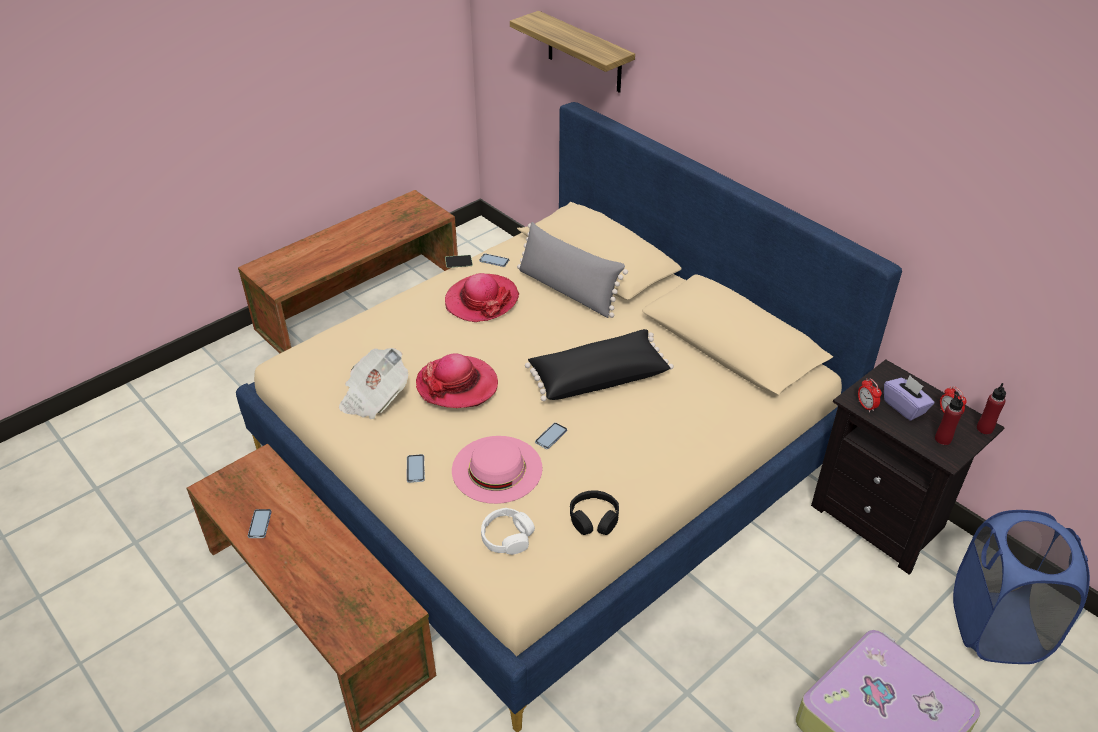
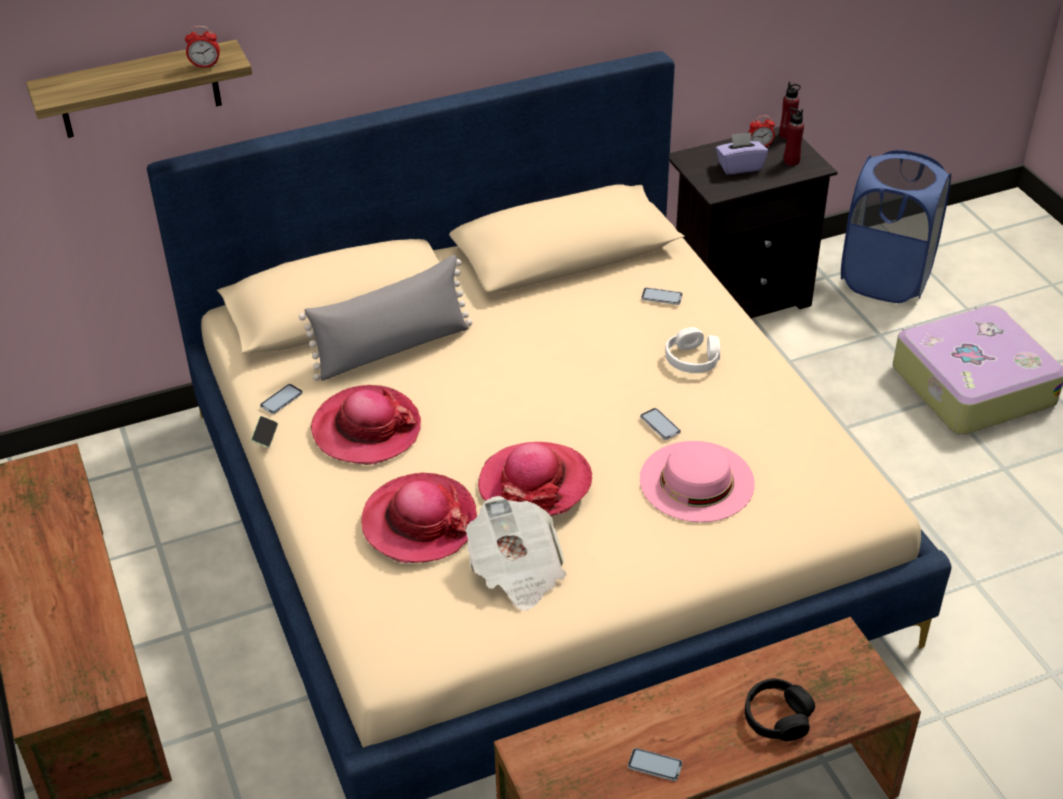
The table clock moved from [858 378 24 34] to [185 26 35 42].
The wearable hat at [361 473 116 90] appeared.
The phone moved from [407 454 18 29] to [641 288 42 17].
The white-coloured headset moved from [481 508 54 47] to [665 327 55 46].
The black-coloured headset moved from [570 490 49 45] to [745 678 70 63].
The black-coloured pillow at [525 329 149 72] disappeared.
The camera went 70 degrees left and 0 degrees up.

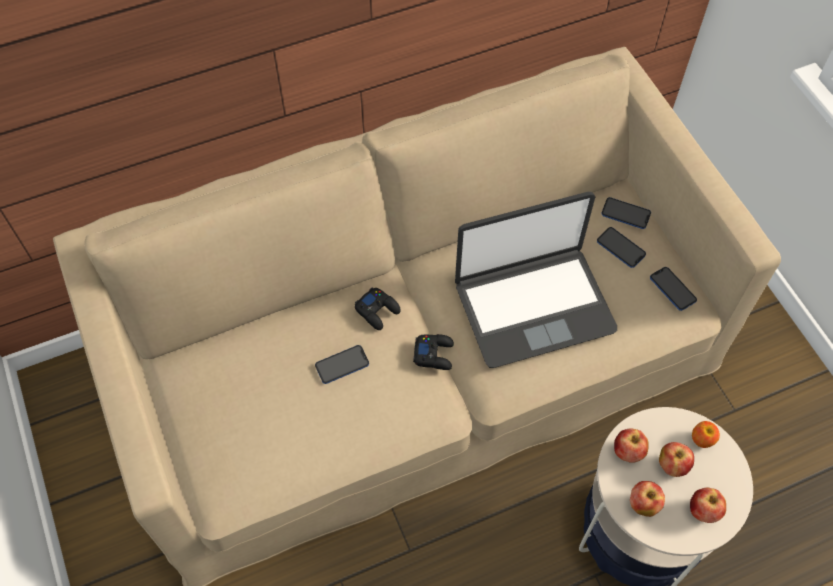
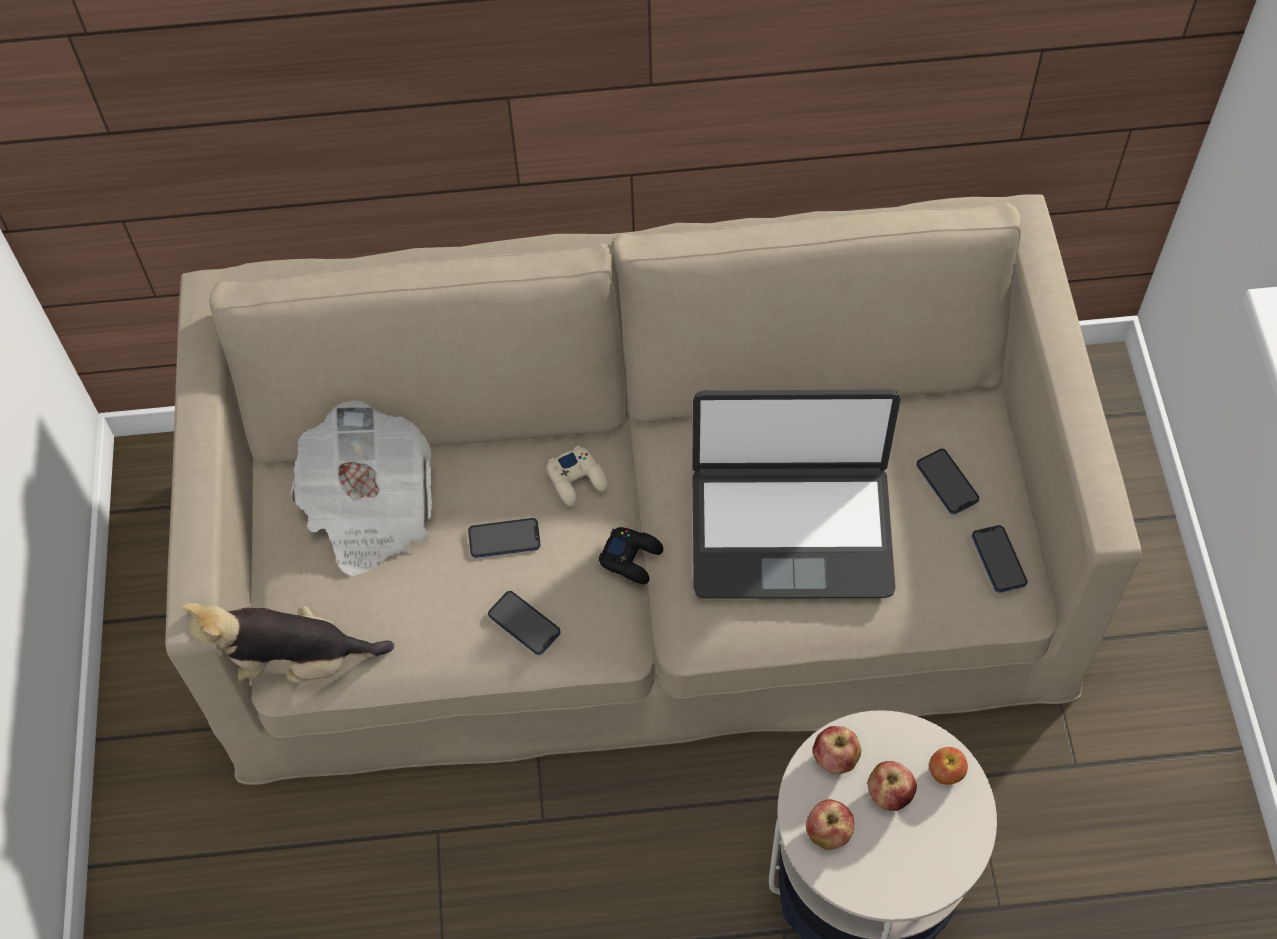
The soft toy at [182 603 212 80] appeared.
The newspaper at [291 400 141 176] appeared.
The phone moved from [601 197 50 32] to [488 591 73 64].
The black-coloured joypad at [355 287 46 43] became the beige joypad at [547 446 61 60].
The whole apple at [690 488 36 35] disappeared.
The camera went 20 degrees right and 0 degrees up.

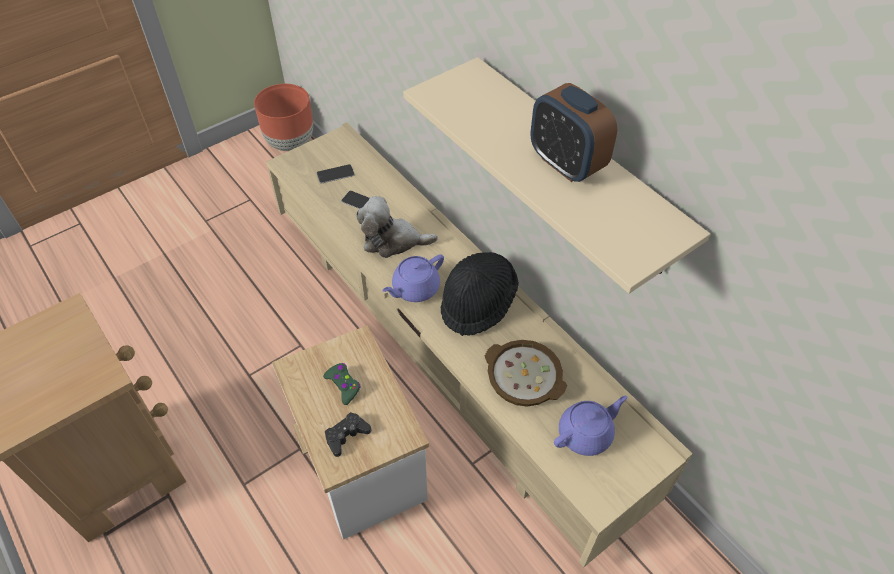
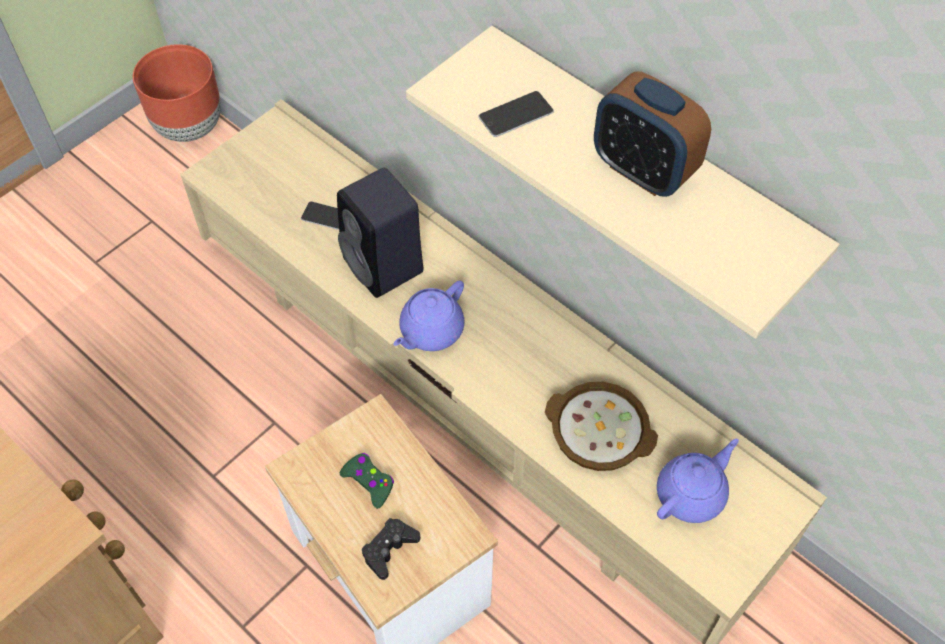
The soft toy at [356 196 82 62] was replaced by the black-coloured loudspeaker at [337 168 86 130].
The phone moved from [316 164 39 20] to [479 91 75 46].
The black-coloured wearable hat at [441 252 78 84] disappeared.
The camera went 10 degrees left and 5 degrees up.

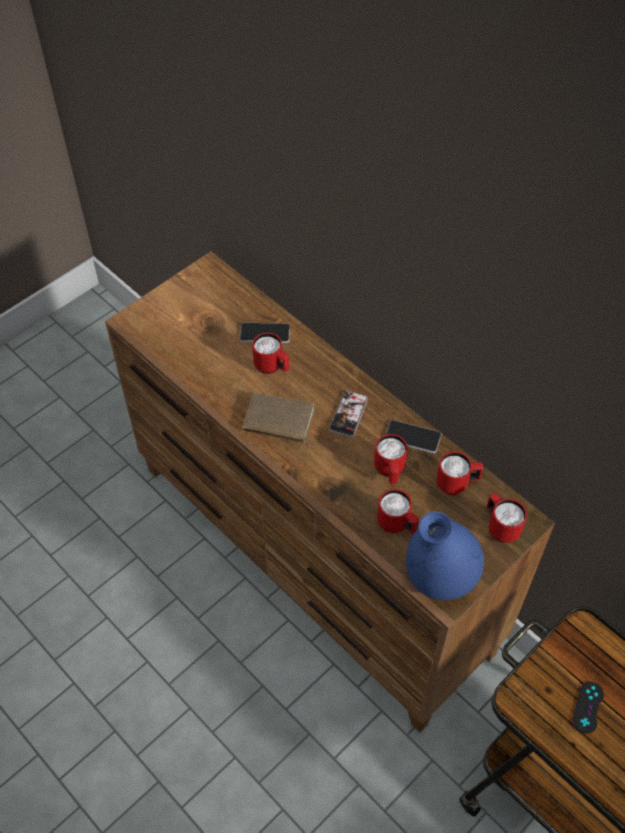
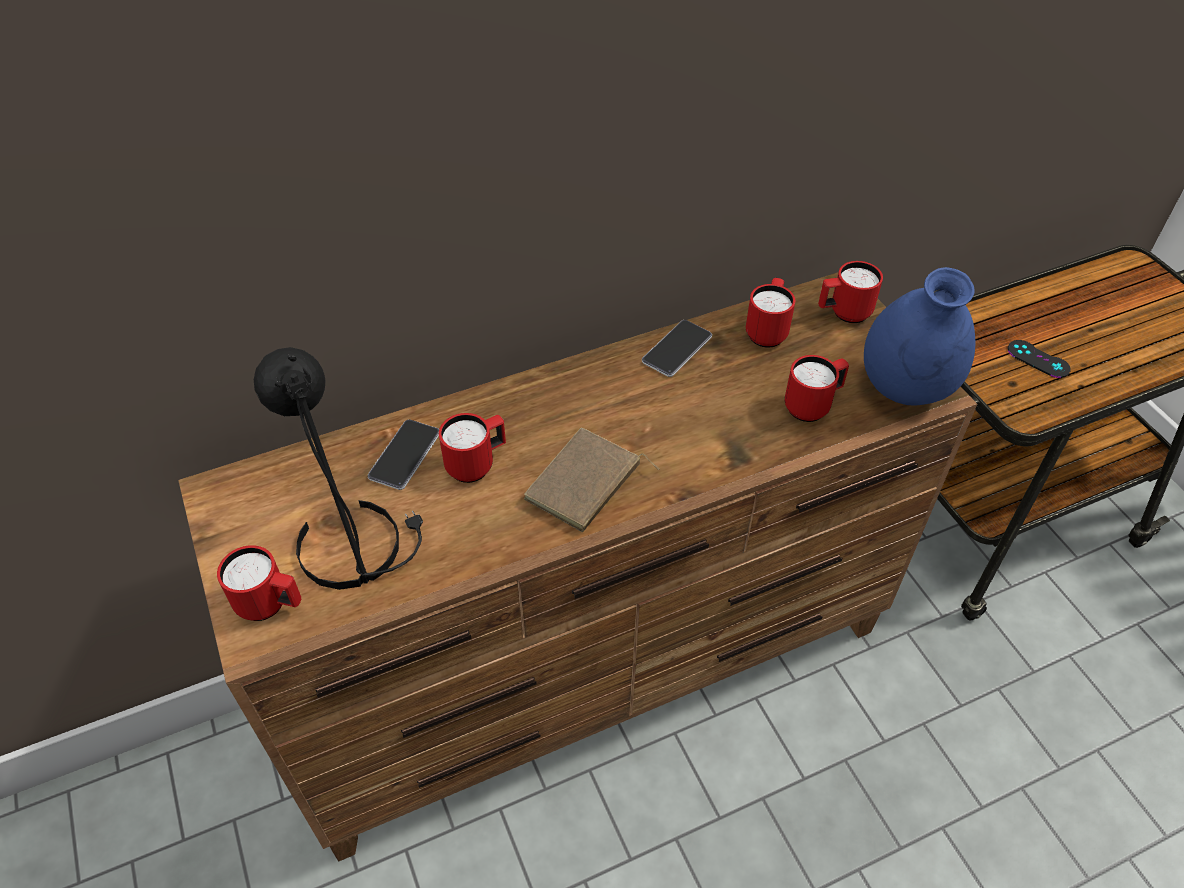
The red mug moved from [374 434 34 50] to [217 545 84 76].
The black-coloured tabletop lamp at [254 347 169 243] appeared.
The phone at [329 391 39 46] disappeared.
The camera went 70 degrees left and 5 degrees down.

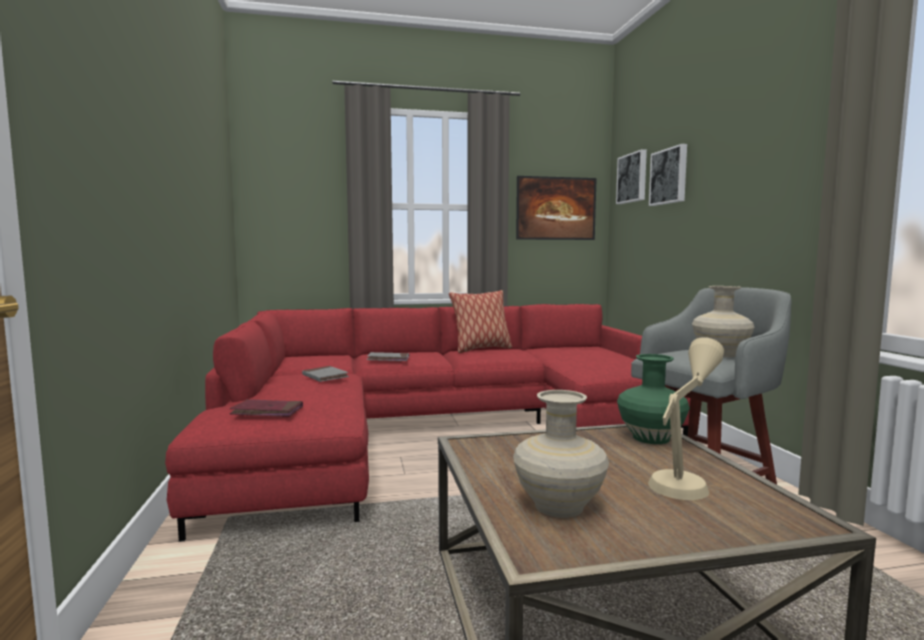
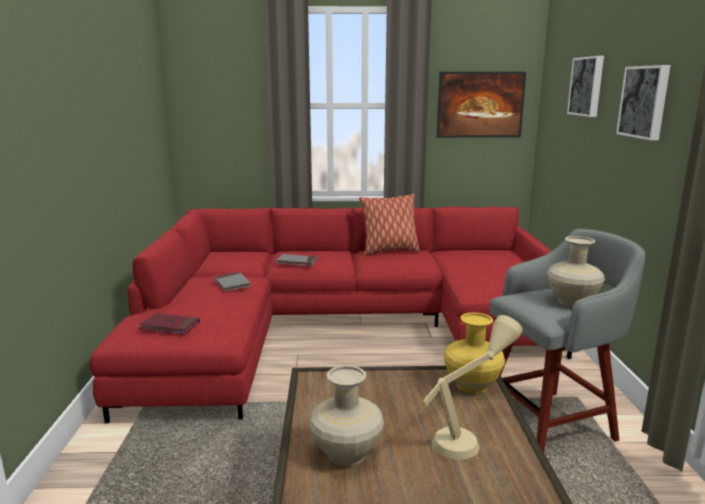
The greenish decorative vase at [617 354 73 90] became the yellow decorative vase at [444 312 61 82].
The picture moved from [616 149 31 55] to [616 65 54 75].
The camera went 10 degrees right and 10 degrees up.

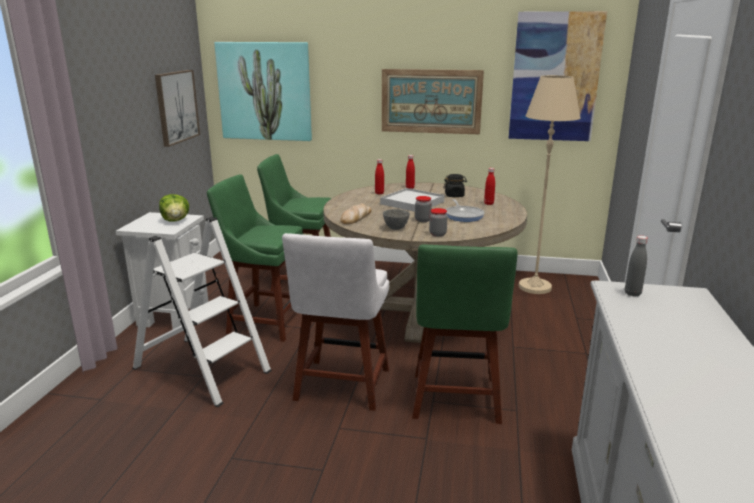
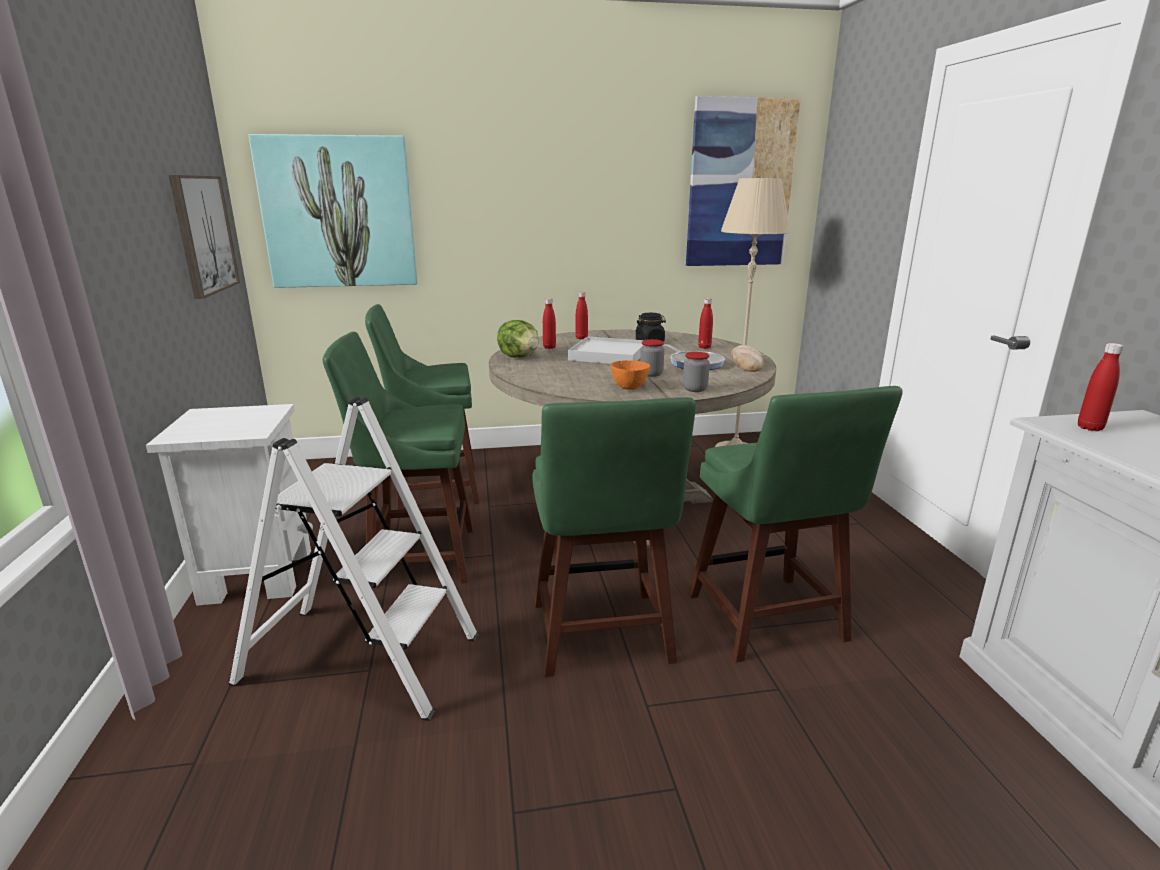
The head of lettuce moved from [159 194 30 28] to [497 320 42 38].
The white-coloured upright chair at [282 233 107 178] became the greenish upright chair at [533 397 163 280].
The grey bowl at [383 209 27 21] became the orangey bowl at [611 360 39 30].
The bakery bread moved from [340 203 31 21] to [731 345 33 27].
The grey bottle at [625 236 23 61] became the red bottle at [1078 343 46 88].
The picture at [382 69 102 65] disappeared.
The camera went 20 degrees left and 0 degrees up.

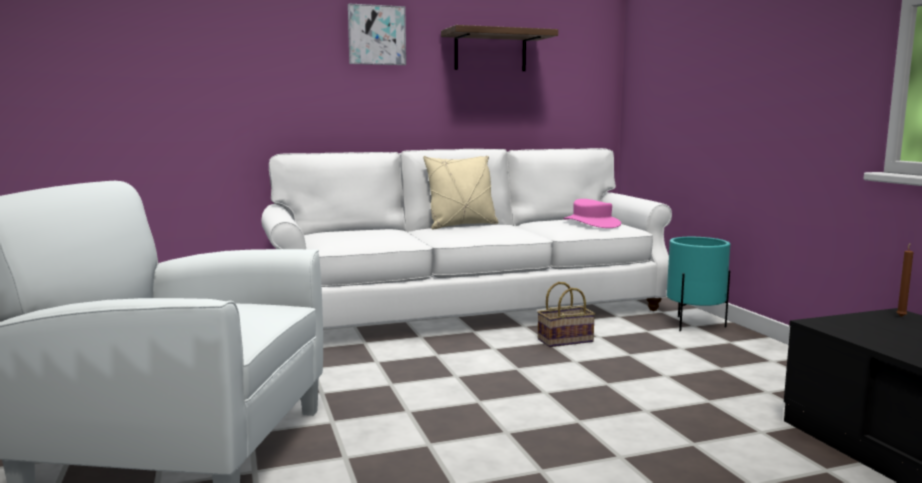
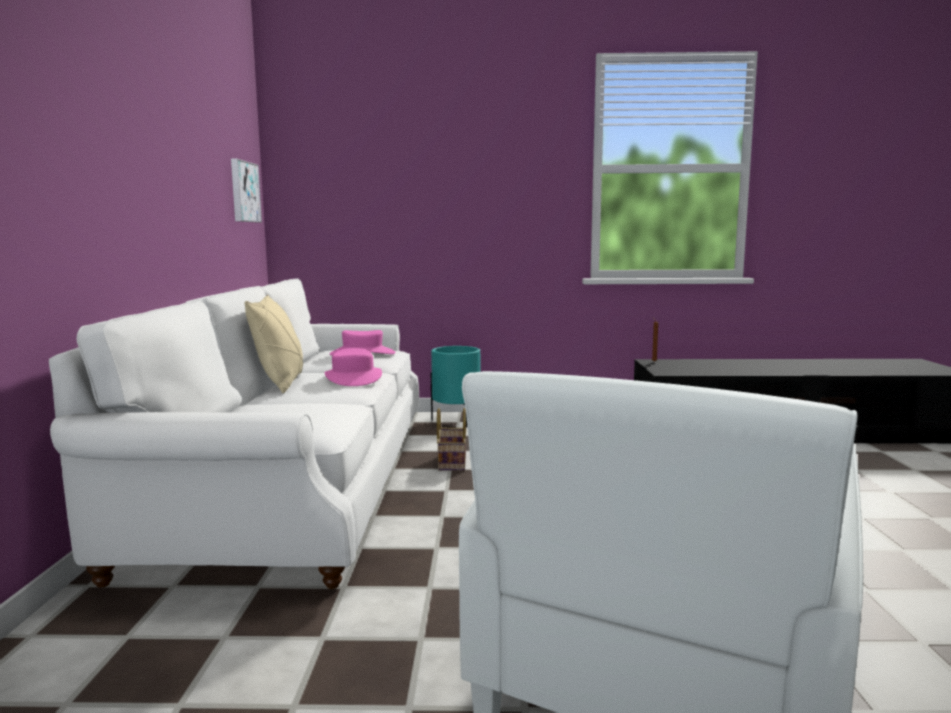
The picture moved from [348 4 58 61] to [231 158 31 64].
The pinkish wearable hat at [325 348 57 38] appeared.
The bracket shelf at [441 25 117 46] disappeared.
The camera went 70 degrees left and 0 degrees up.

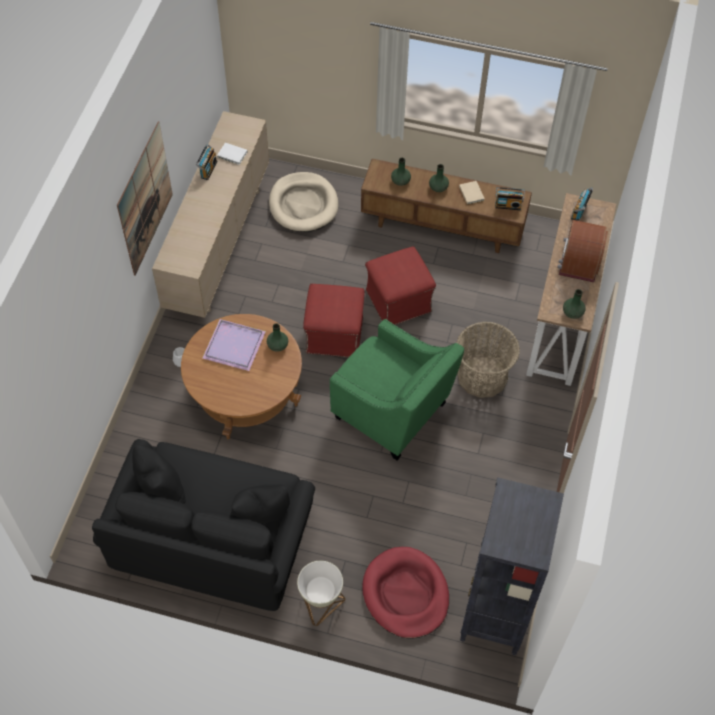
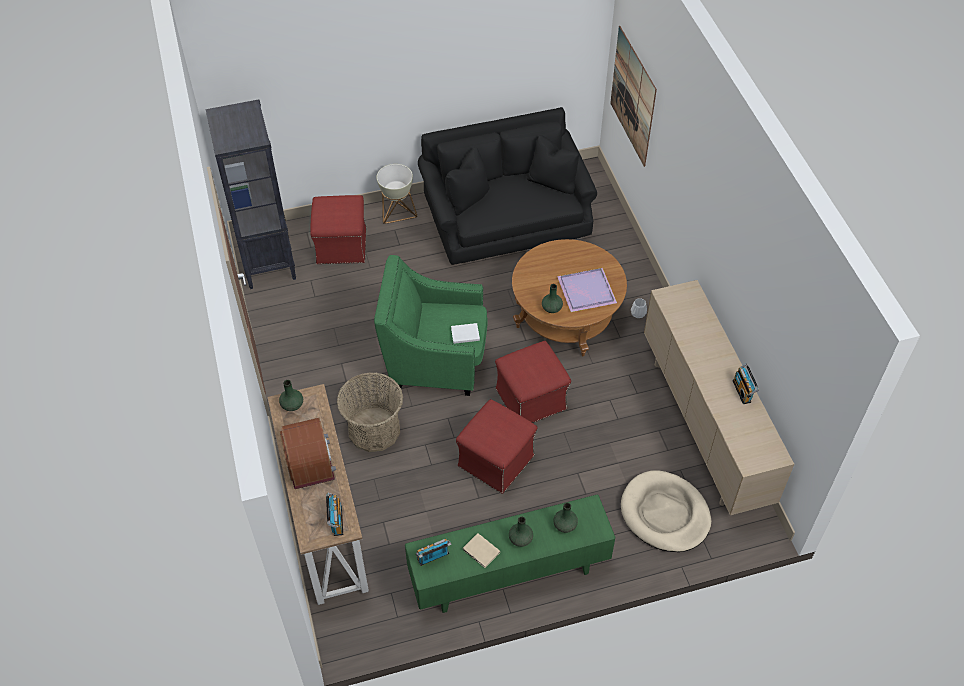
The red dog cushion at [362 547 87 92] was replaced by the red ottoman at [310 195 56 69].
The brownish media console at [361 159 171 94] became the greenish media console at [405 495 210 118].
The white-coloured bound book moved from [217 142 31 23] to [451 323 29 21].
The picture moved from [117 121 56 155] to [610 26 47 141].
The camera went 150 degrees right and 5 degrees down.

